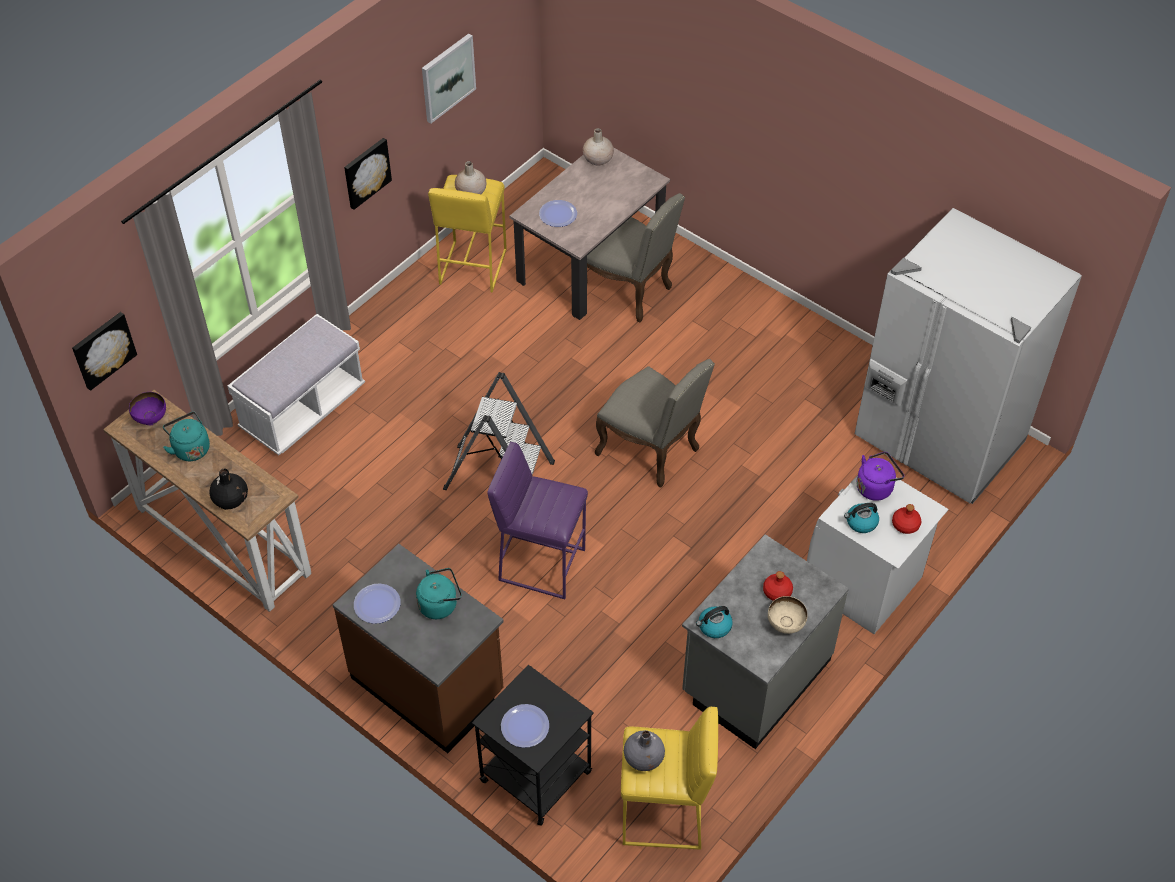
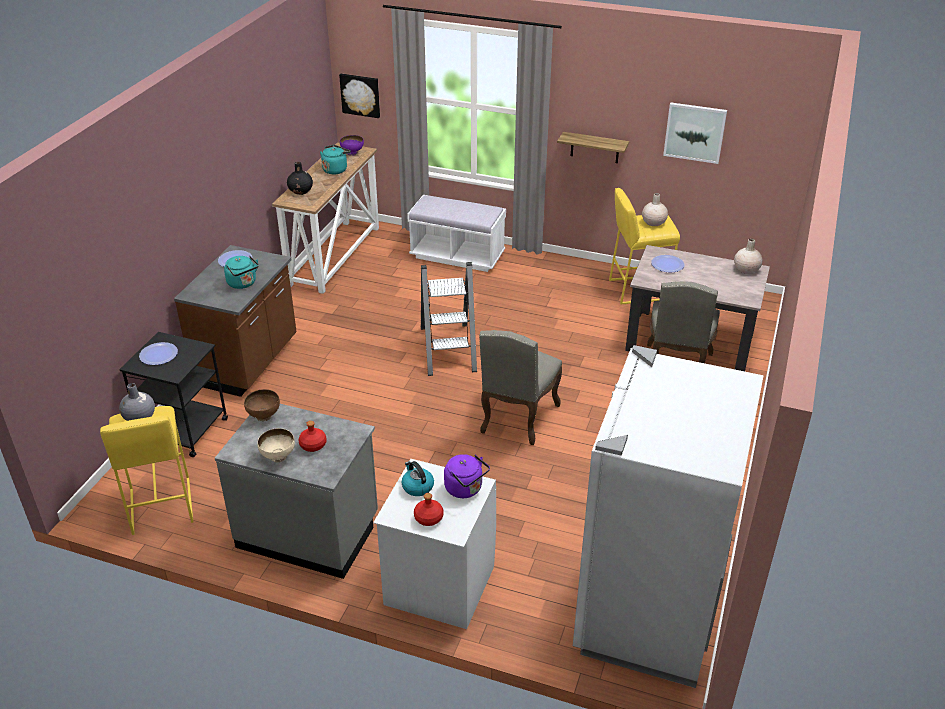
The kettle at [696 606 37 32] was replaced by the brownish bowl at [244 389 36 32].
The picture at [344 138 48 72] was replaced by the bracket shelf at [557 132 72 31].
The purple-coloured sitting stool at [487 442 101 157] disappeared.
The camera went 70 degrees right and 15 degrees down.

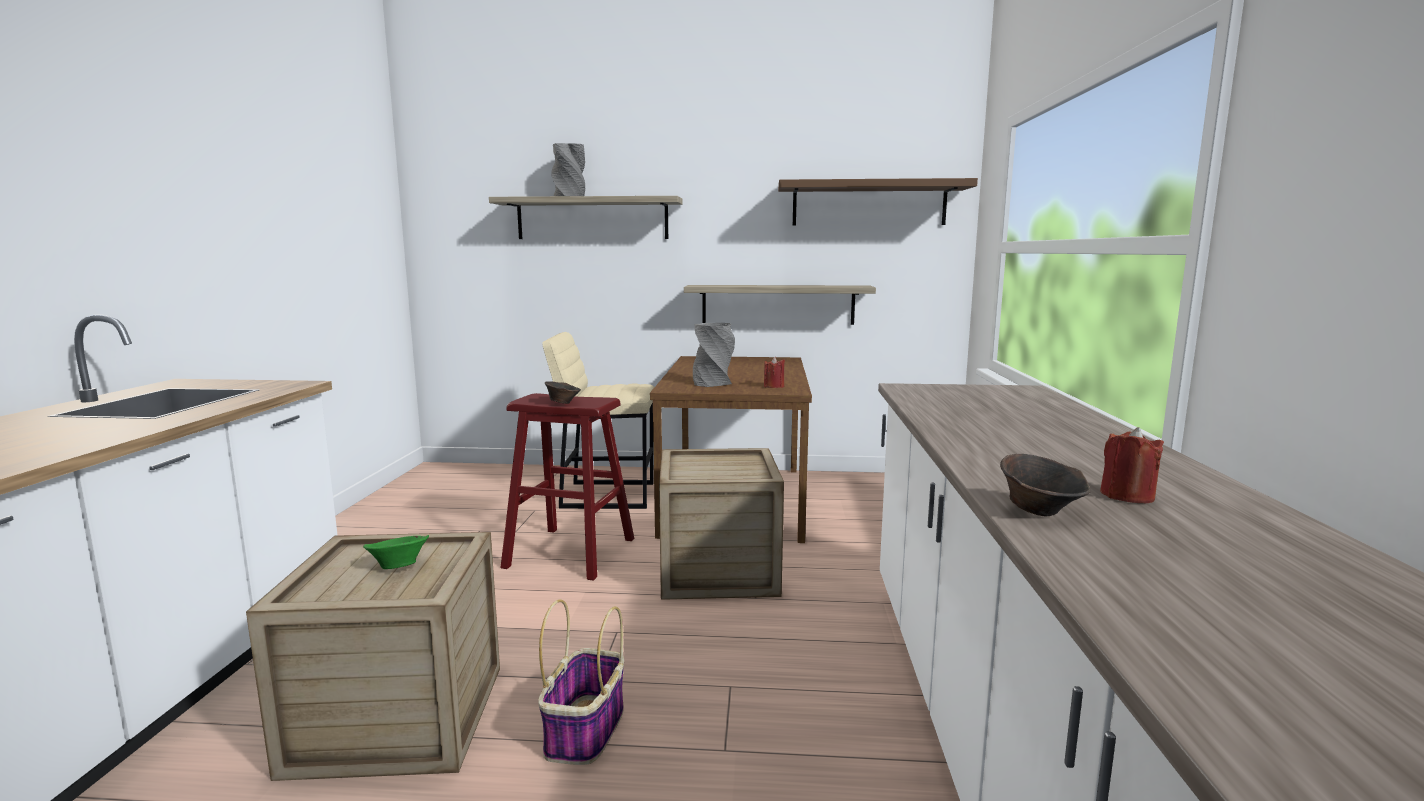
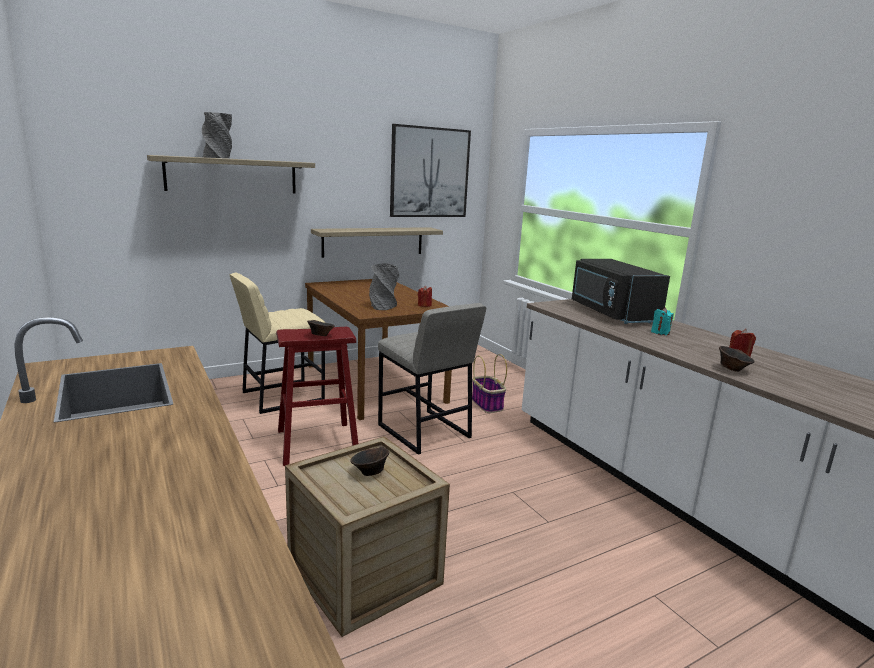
The greenish bowl at [363 535 66 34] became the brownish bowl at [350 446 39 30].
The packing crate at [659 448 125 152] was replaced by the grey upright chair at [378 303 108 152].
The brownish bracket shelf at [778 178 200 47] was replaced by the picture at [390 124 81 93].
The basket moved from [538 599 86 166] to [472 354 35 59].
The black-coloured kitchen microwave at [572 259 98 65] appeared.
The turquoise candle at [651 308 23 27] appeared.
The camera went 35 degrees left and 5 degrees up.

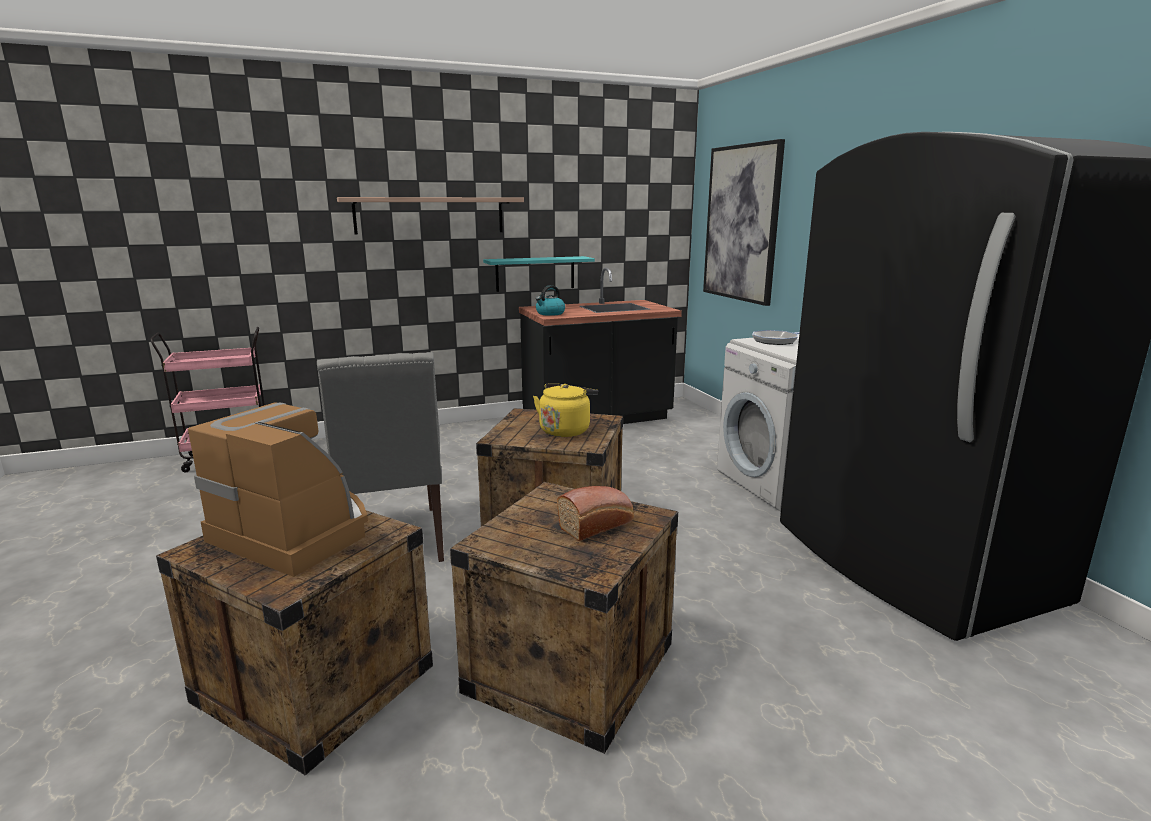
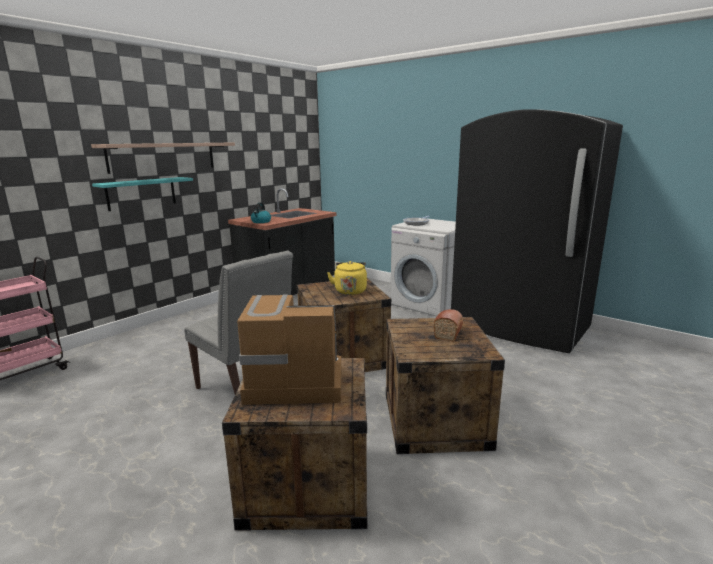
The turquoise bracket shelf moved from [483 256 112 36] to [92 177 101 34].
The picture at [703 139 82 167] disappeared.
The camera went 30 degrees left and 0 degrees up.

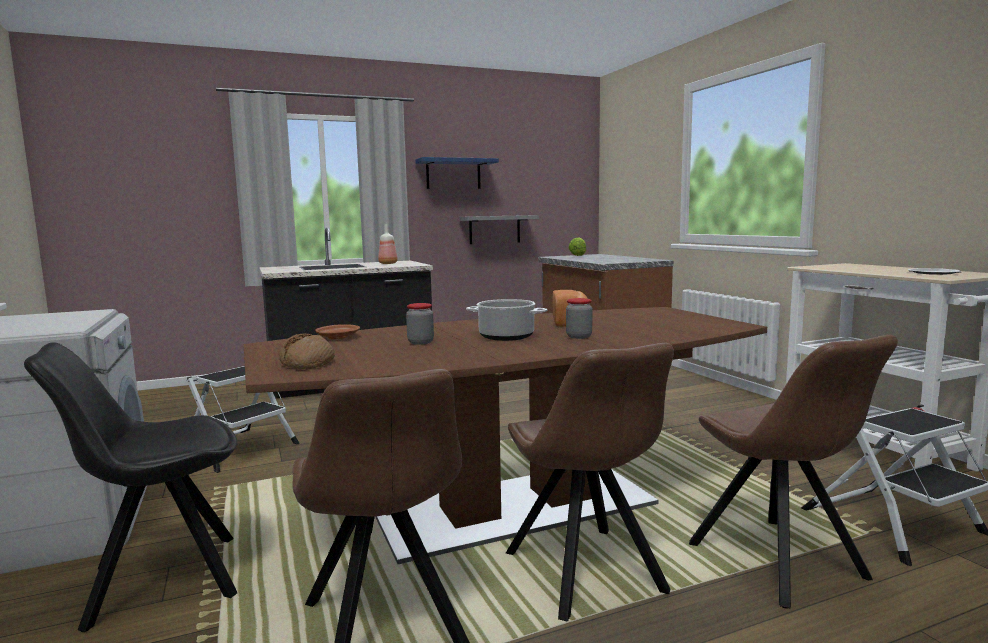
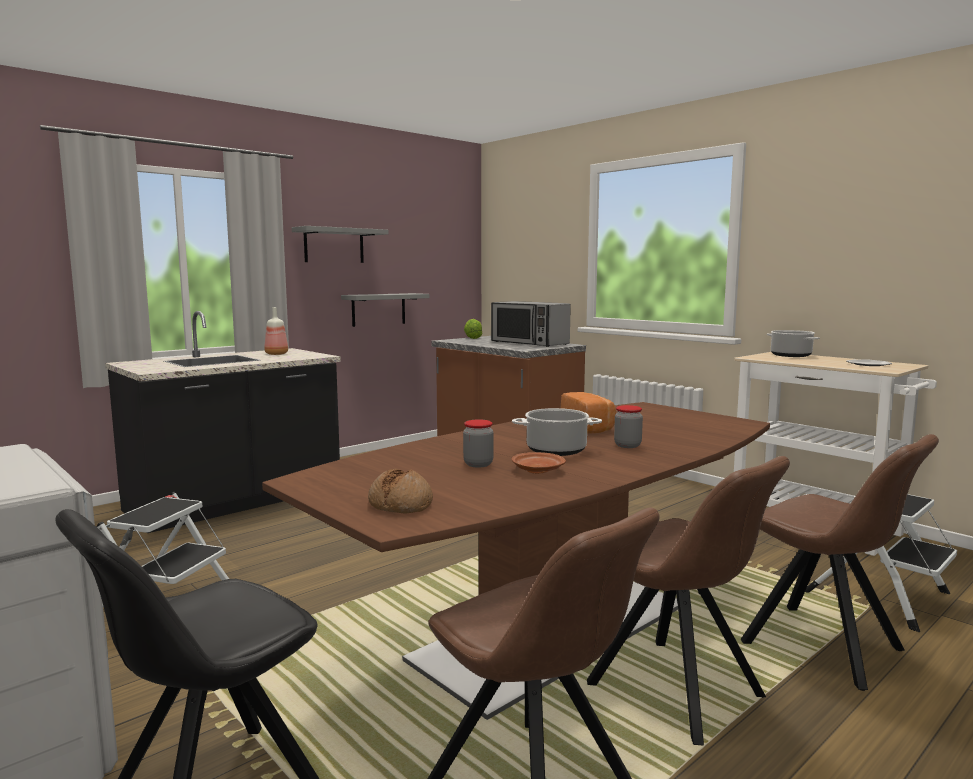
The blue bracket shelf at [415 157 84 32] became the grey bracket shelf at [292 226 96 37].
The kitchen microwave at [491 301 80 46] appeared.
The brownish flat dish moved from [315 324 45 15] to [512 452 54 22].
The saucepot at [767 330 53 27] appeared.
The camera went 20 degrees left and 0 degrees up.

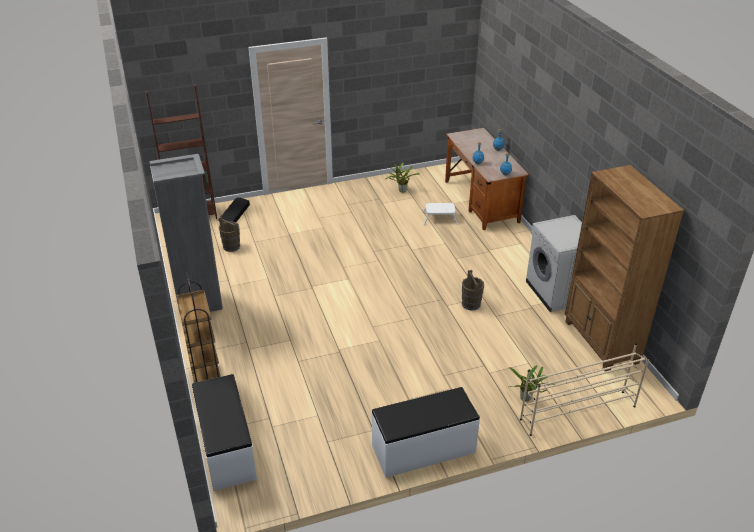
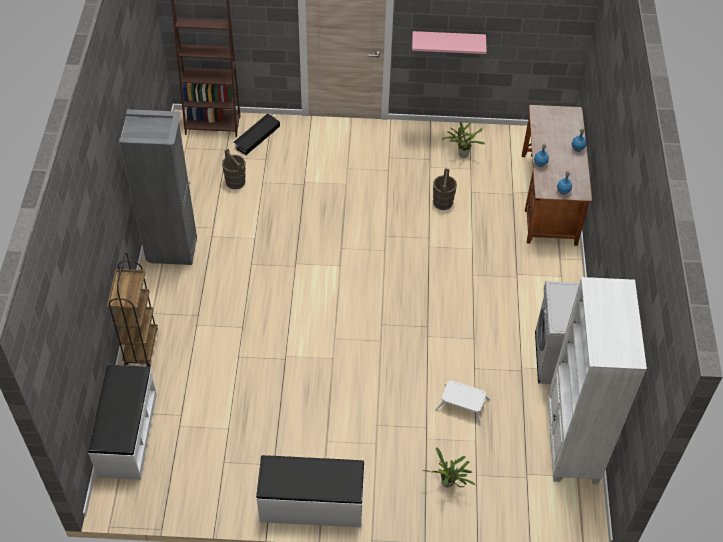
The pinkish bracket shelf at [412 31 75 23] appeared.
The brownish bucket moved from [462 270 22 40] to [433 168 24 42].
The white-coloured step ladder moved from [422 203 36 22] to [435 380 55 46].
The brownish shelving unit at [565 165 119 206] became the white-coloured shelving unit at [548 277 99 207].
The beige shoe rack at [520 343 130 93] disappeared.
The camera went 20 degrees right and 15 degrees up.

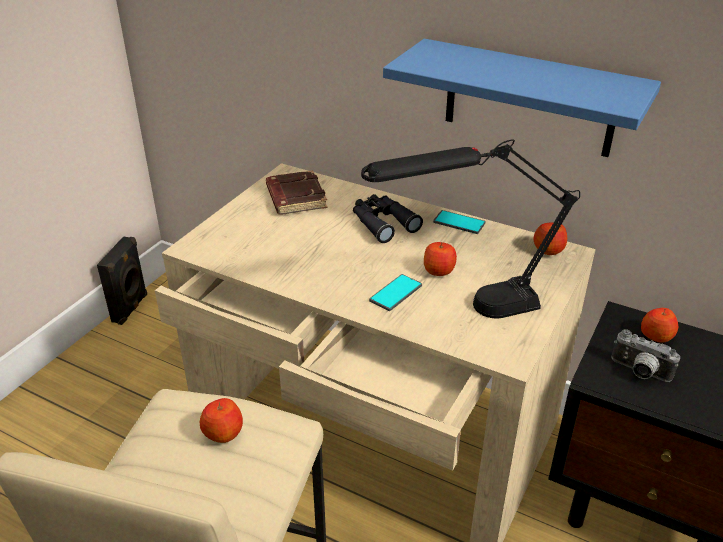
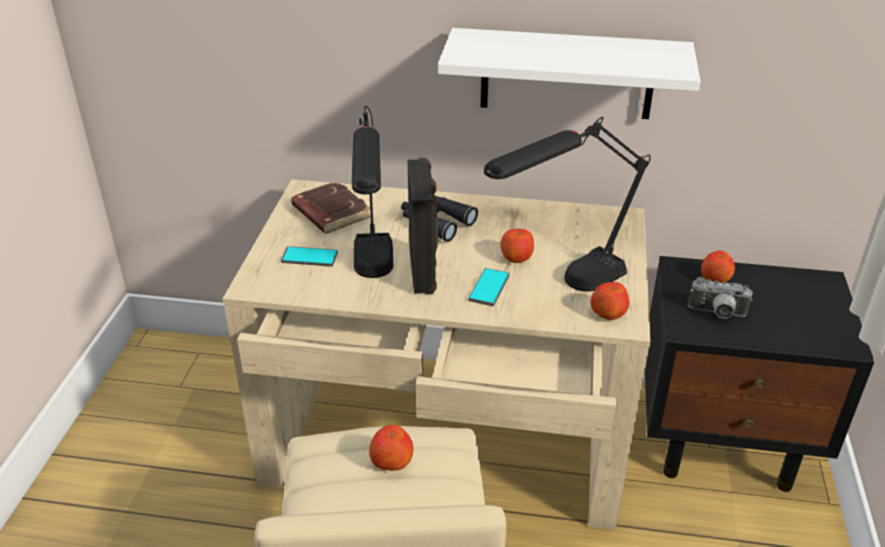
The phone moved from [433 210 53 24] to [281 246 57 20].
The black-coloured tabletop lamp at [352 106 42 172] appeared.
The black-coloured loudspeaker moved from [97 236 50 89] to [407 158 31 137].
The blue bracket shelf at [383 39 278 118] became the white-coloured bracket shelf at [438 28 263 91].
The whole apple moved from [534 222 33 33] to [591 282 38 38].
The camera went 20 degrees left and 0 degrees up.

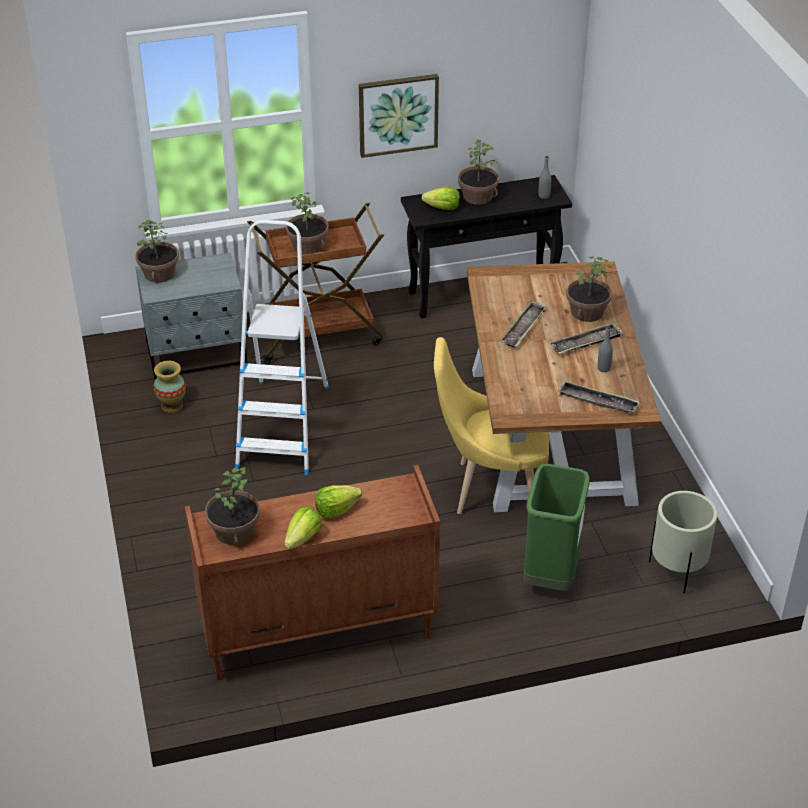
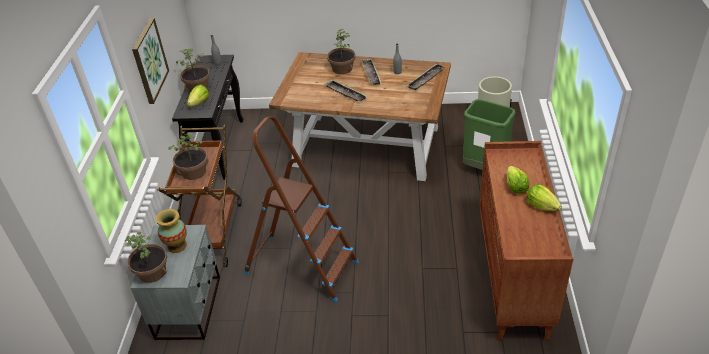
The decorative vase moved from [154 361 32 52] to [156 209 31 44].
The white-coloured step ladder at [235 220 94 255] became the brownish step ladder at [244 116 115 186].
The potted plant at [205 467 55 78] disappeared.
The yellow upright chair at [434 337 115 177] disappeared.
The camera went 70 degrees left and 0 degrees up.

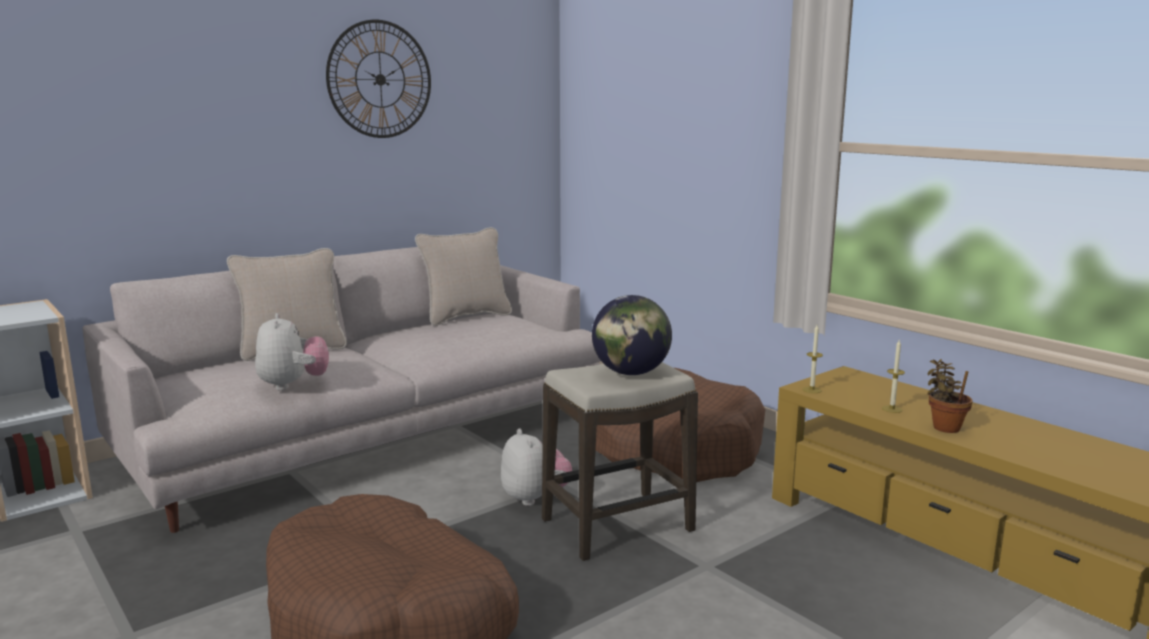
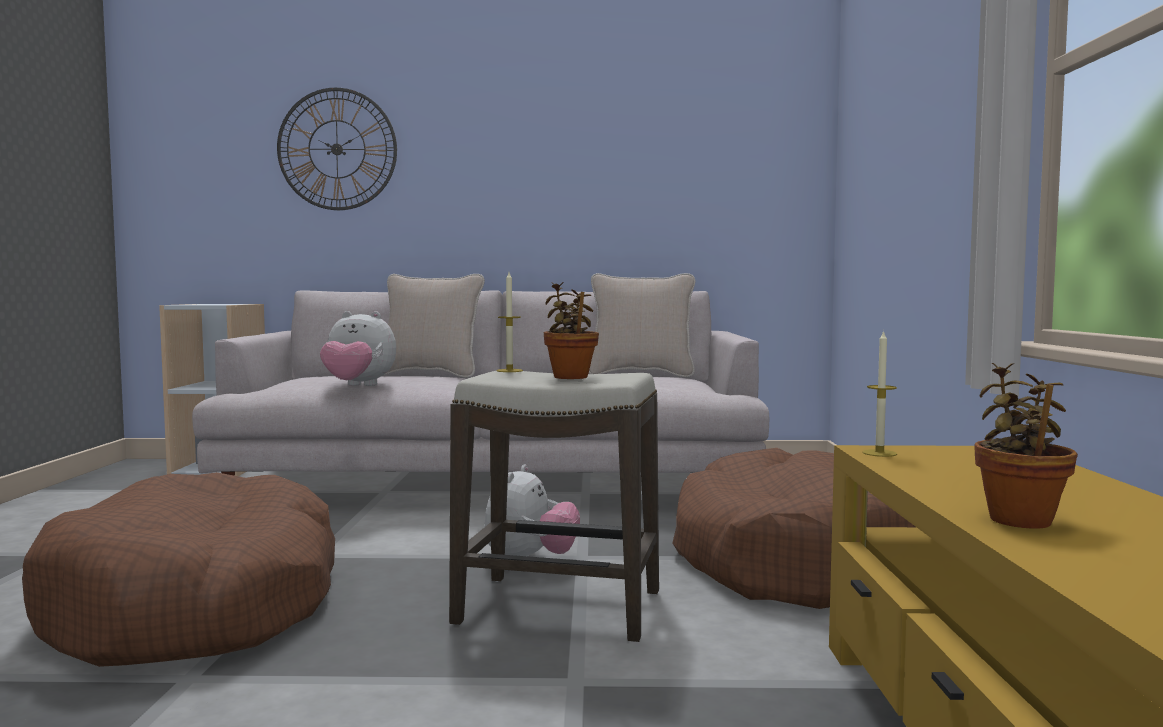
The hanging clock moved from [326 20 105 118] to [277 88 120 122].
The soft toy at [255 313 74 78] turned 75 degrees clockwise.
The candle moved from [882 340 23 73] to [496 272 27 100].
The desk globe at [592 295 80 80] was replaced by the potted plant at [544 282 55 97].
The camera went 40 degrees right and 10 degrees down.

